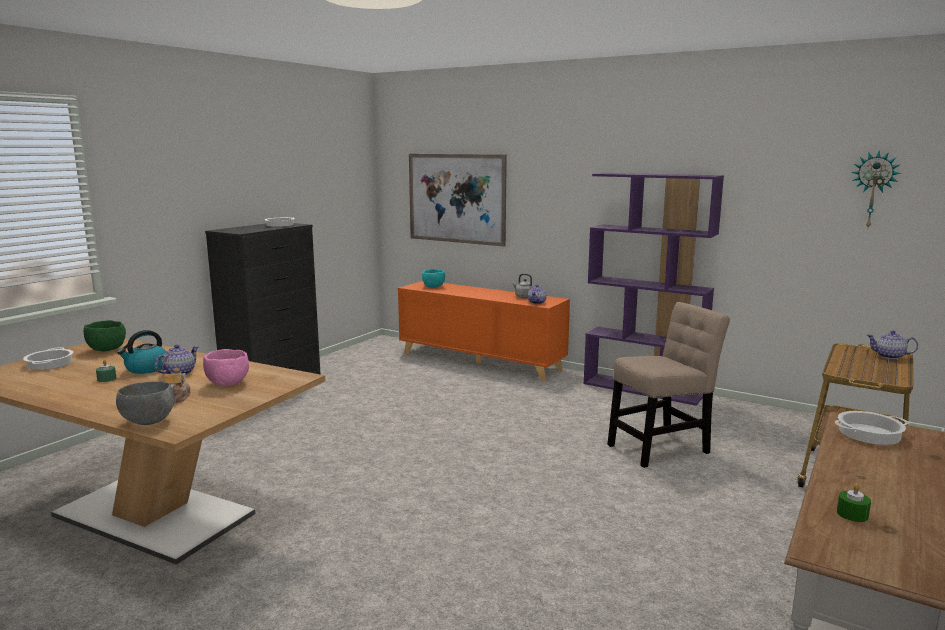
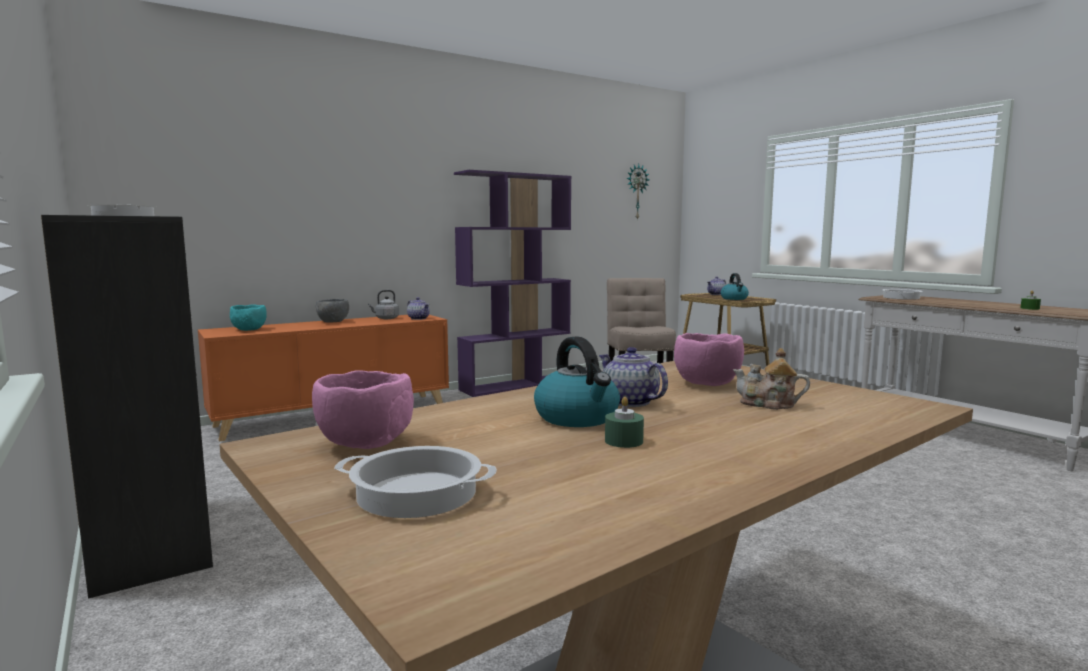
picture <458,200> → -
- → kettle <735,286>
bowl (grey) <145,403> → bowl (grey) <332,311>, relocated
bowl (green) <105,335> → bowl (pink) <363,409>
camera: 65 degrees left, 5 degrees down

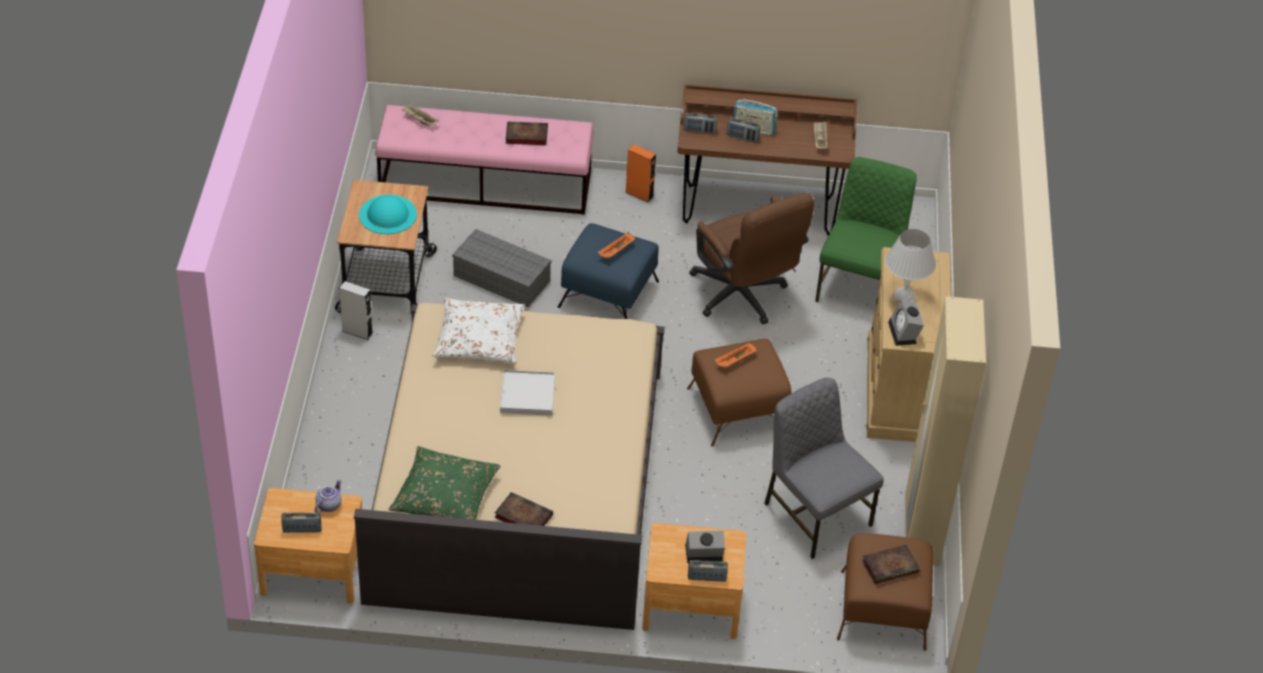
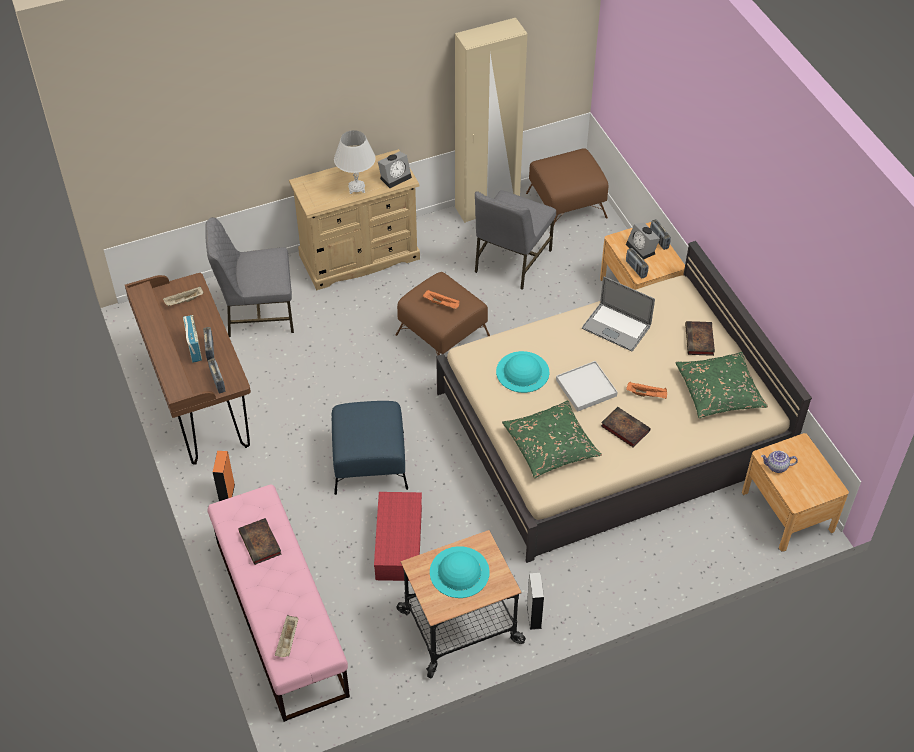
office chair (brown) <751,258> → -
- → hat (turquoise) <522,372>
- → laptop <618,314>
radio <301,523> → radio <637,263>, relocated
tray (orange) <616,245> → tray (orange) <646,390>, relocated
book <891,564> → book <626,427>, relocated
pillow (white) <479,330> → pillow (green) <552,439>
storage box (grey) <501,268> → storage box (red) <398,536>
chair (green) <866,229> → chair (grey) <249,277>
camera: 115 degrees left, 5 degrees up

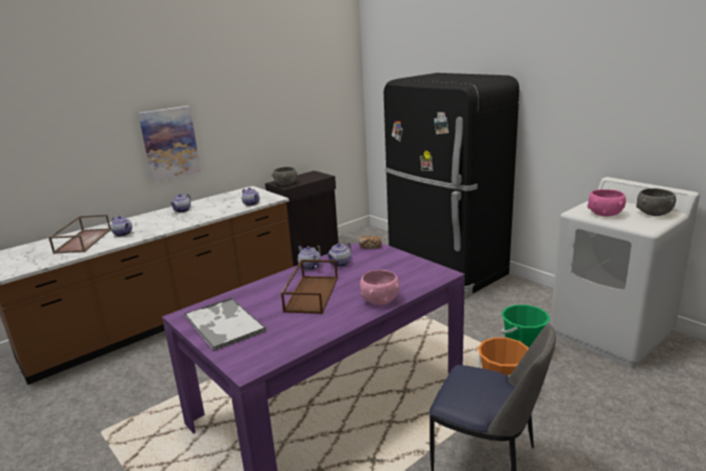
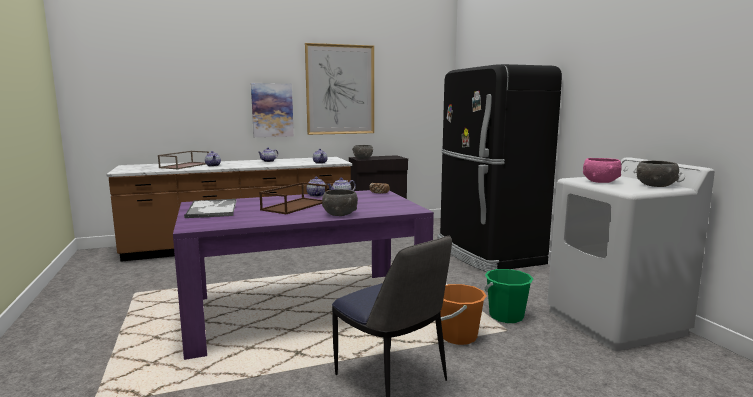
- → picture <339,89>
bowl (pink) <379,287> → bowl (grey) <340,202>
camera: 20 degrees right, 10 degrees down

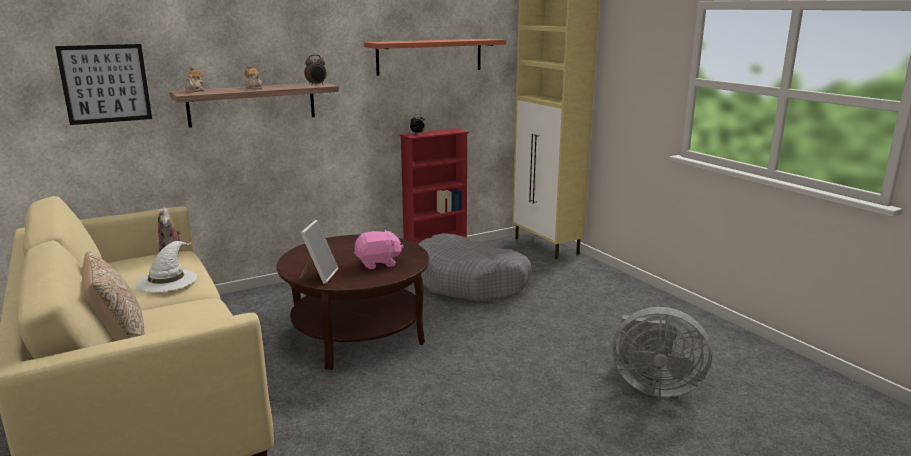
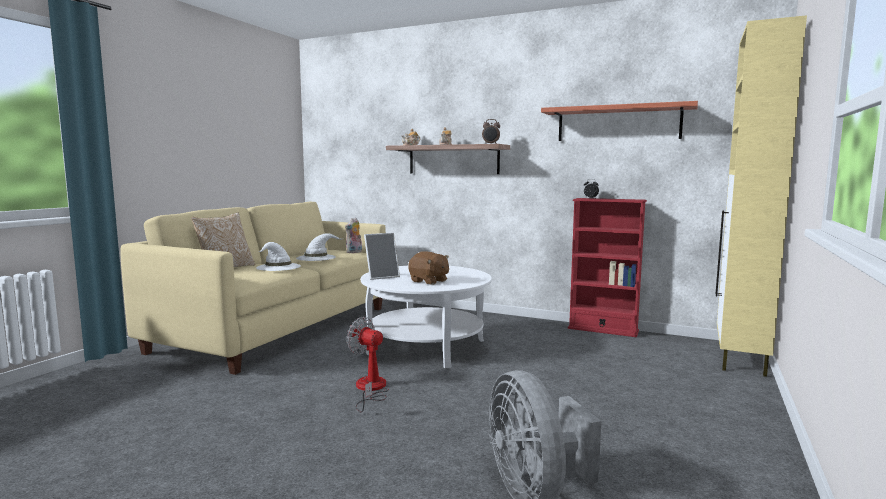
picture <103,84> → -
dog bed (grey) <475,267> → -
- → hat (white) <278,256>
- → fan <368,364>
coffee table (brown) <353,302> → coffee table (white) <426,317>
plush toy (pink) <379,249> → plush toy (brown) <428,268>
camera: 55 degrees right, 10 degrees down

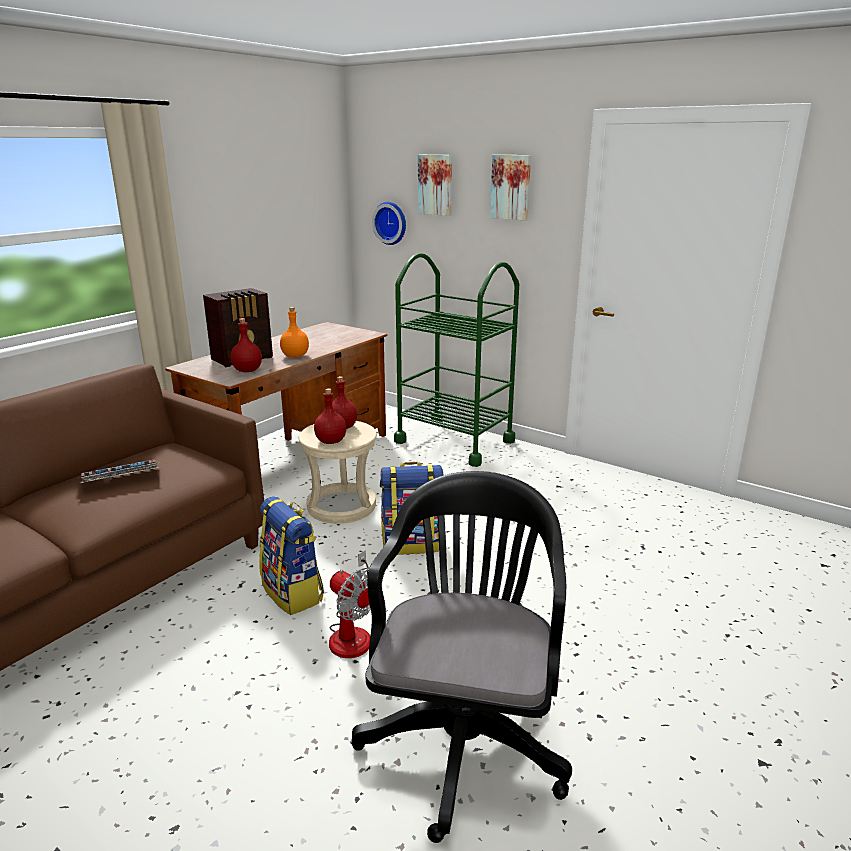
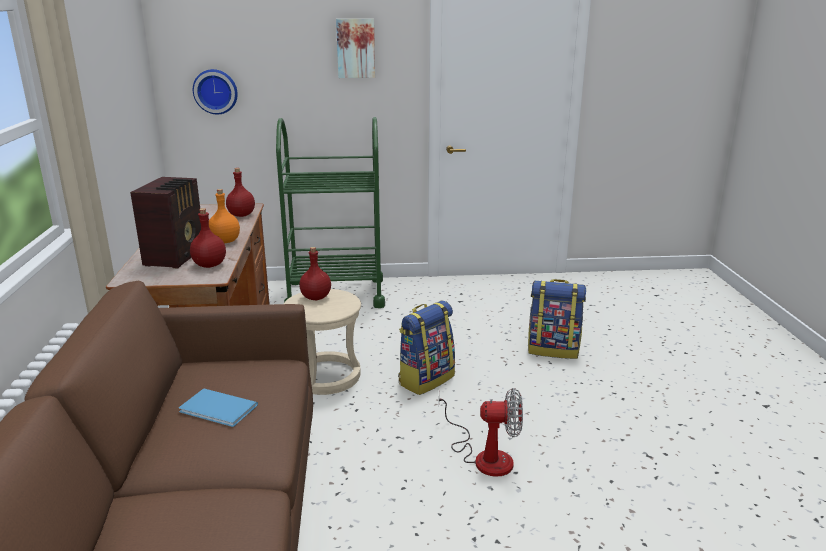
office chair (black) <461,657> → -
picture <435,185> → -
backpack <291,555> → backpack <557,319>, relocated
bottle (red) <330,416> → bottle (red) <240,192>, relocated
keyboard <119,471> → book (blue) <218,408>
camera: 40 degrees left, 0 degrees up

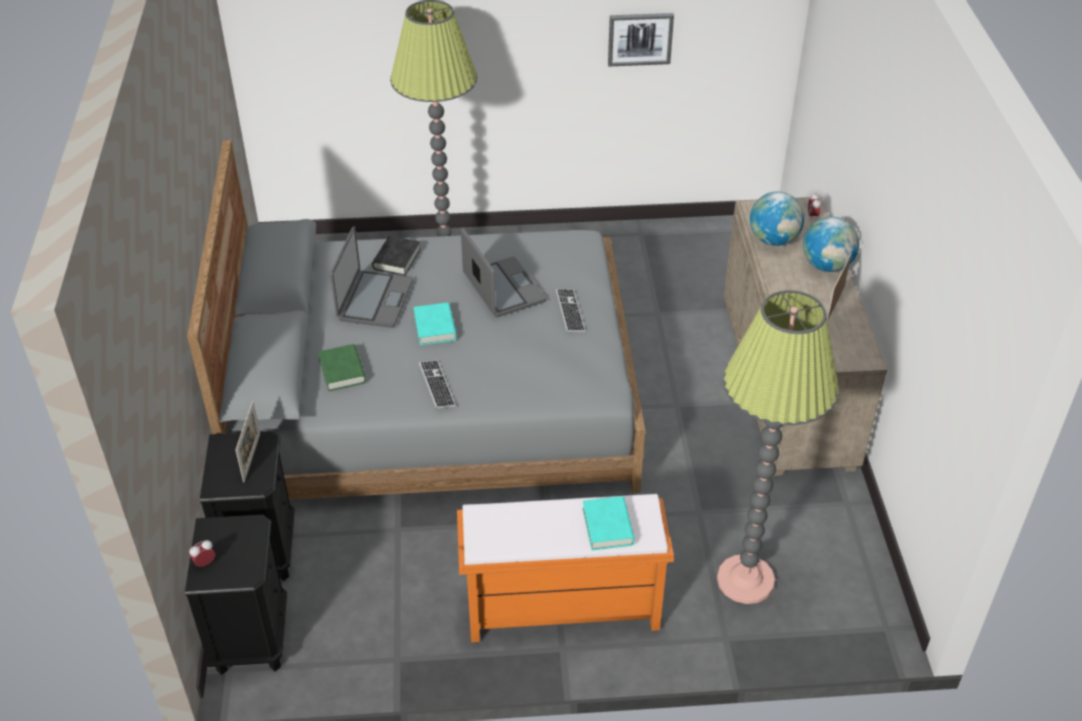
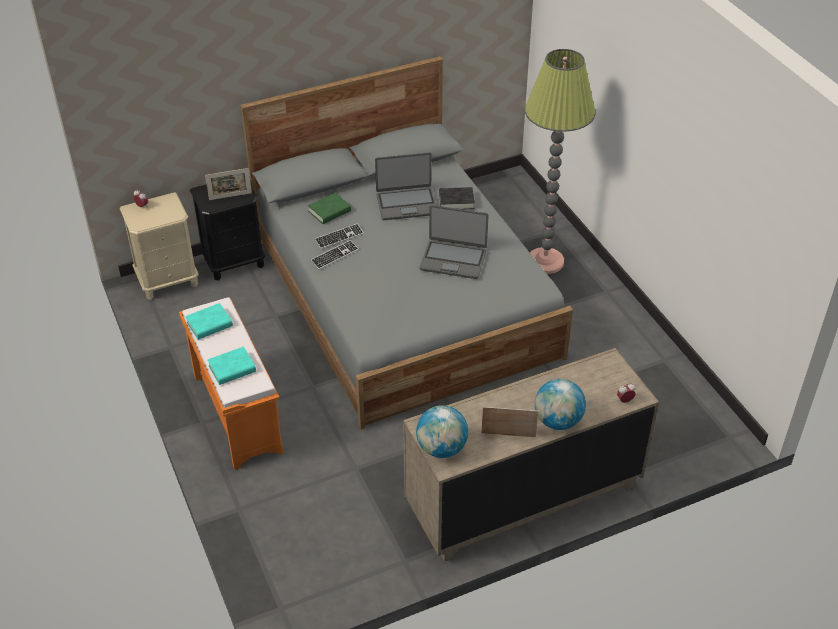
picture <641,39> → -
floor lamp <778,447> → -
book (turquoise) <435,324> → book (turquoise) <209,321>, relocated
keyboard <570,310> → keyboard <339,236>, relocated
globe <777,219> → globe <442,431>, relocated
nightstand (black) <236,595> → nightstand (beige) <159,246>
laptop <503,272> → laptop <454,242>, 60 degrees clockwise
camera: 70 degrees right, 0 degrees up

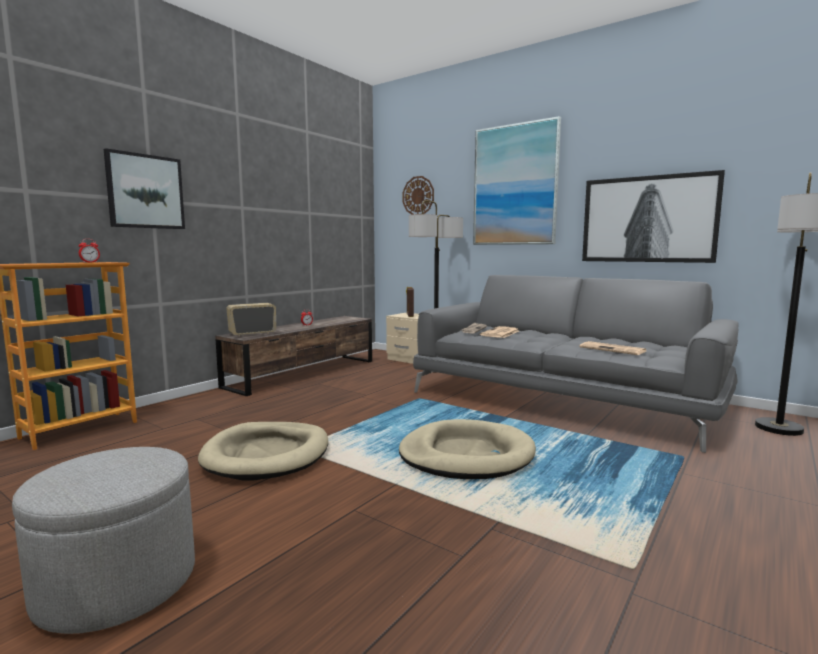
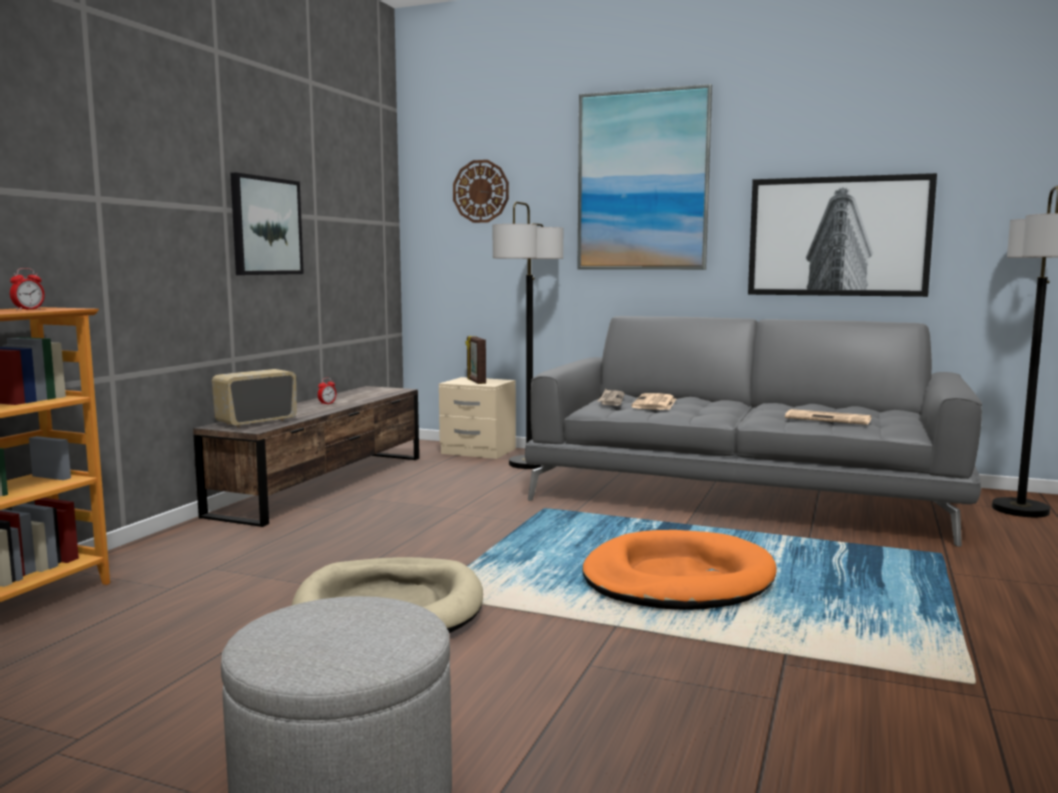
picture <144,188> → picture <267,223>, relocated
dog bed (beige) <467,449> → dog bed (orange) <679,570>
camera: 15 degrees left, 0 degrees up

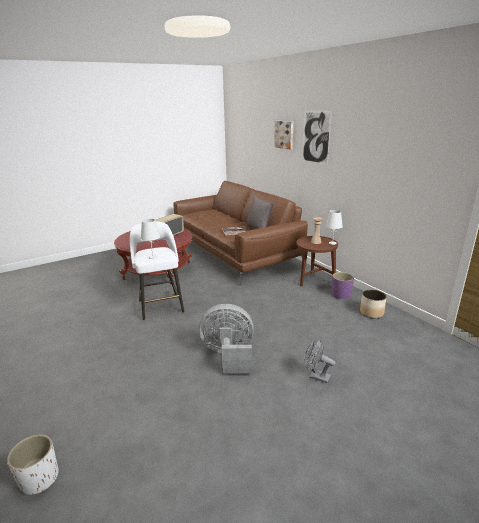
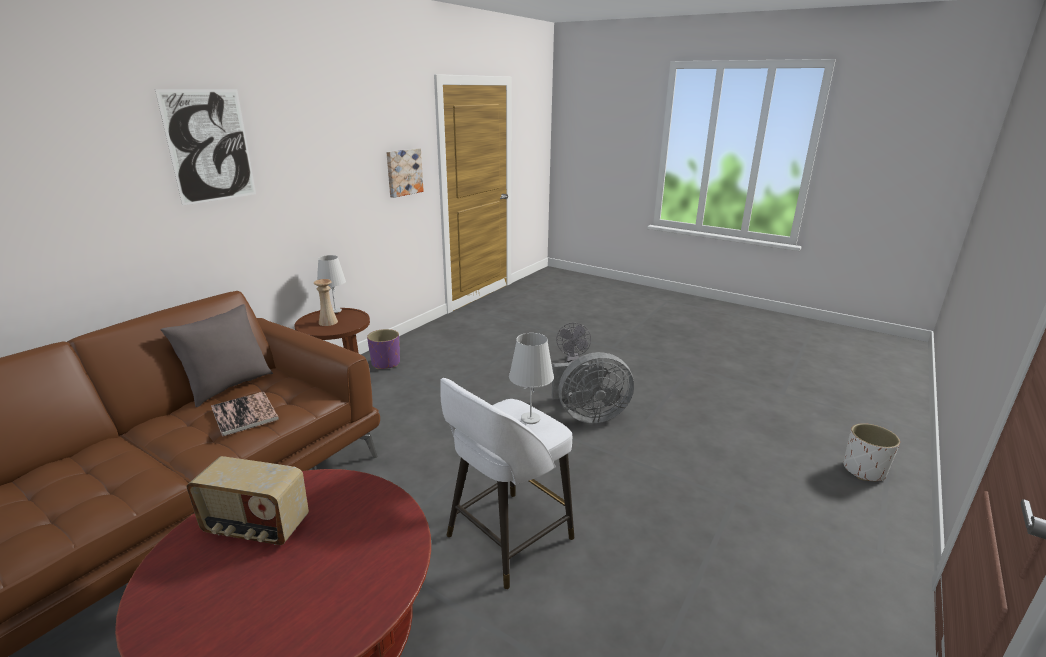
planter <373,304> → -
picture <283,135> → picture <405,173>, relocated
fan (grey) <226,339> → fan (grey) <593,387>, 75 degrees counterclockwise
camera: 115 degrees left, 0 degrees up

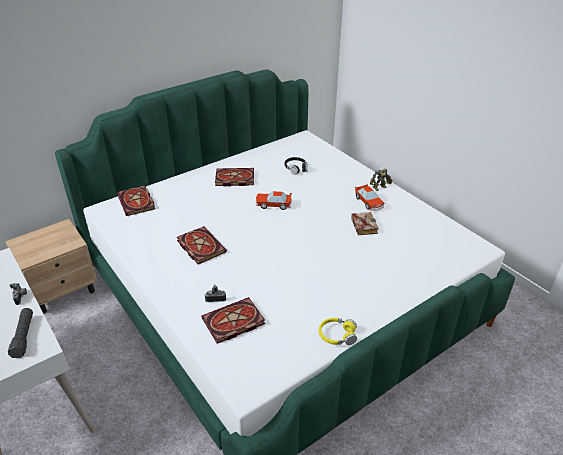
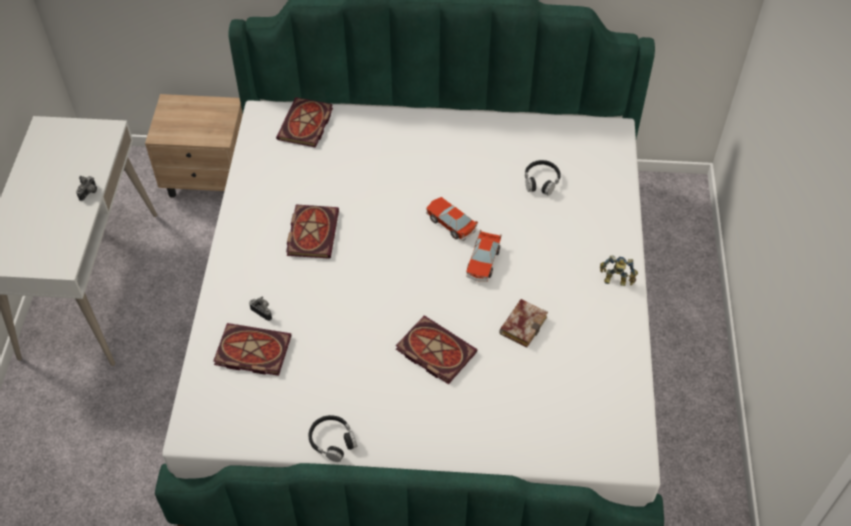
flashlight (black) <20,333> → -
book <234,177> → book <437,349>, relocated
toy car <369,197> → toy car <483,256>, relocated
headphones (yellow) <338,331> → headphones (black) <333,438>
camera: 40 degrees right, 15 degrees up

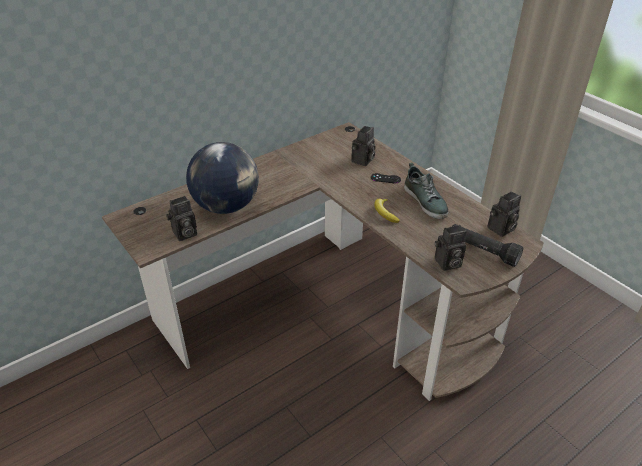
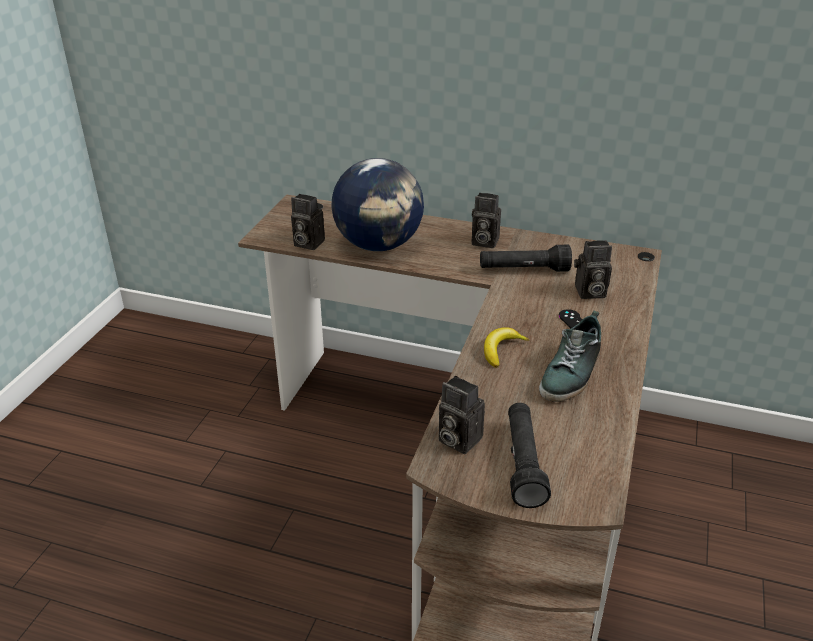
- → flashlight (black) <526,258>
photo camera <504,214> → photo camera <486,220>, relocated
camera: 55 degrees right, 5 degrees down

